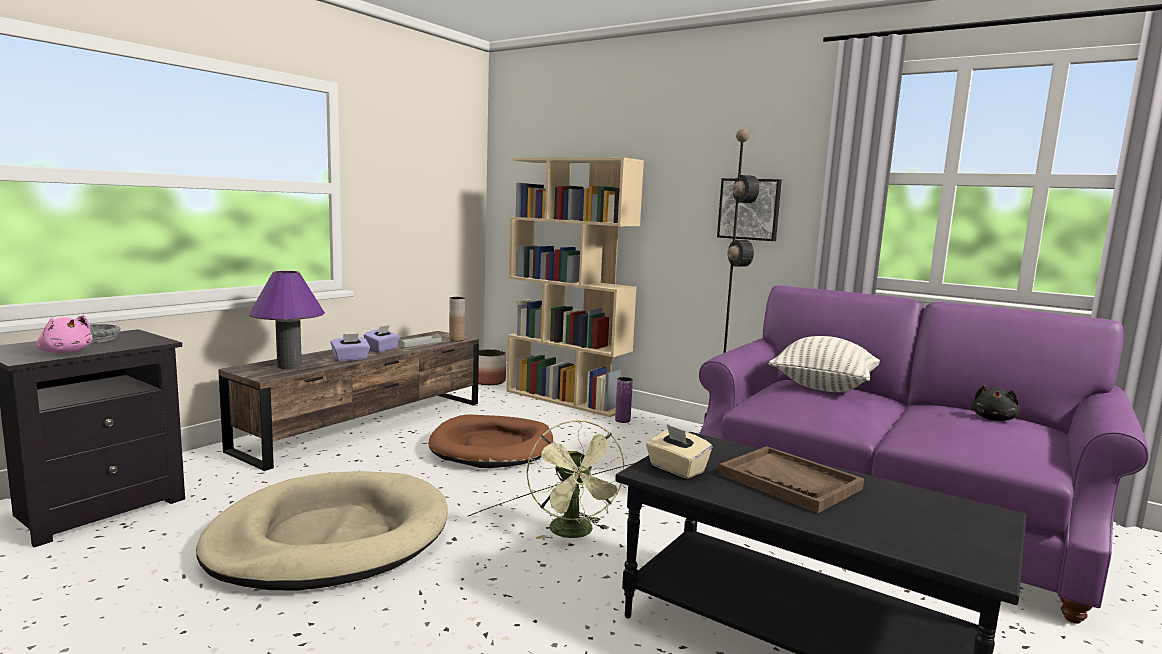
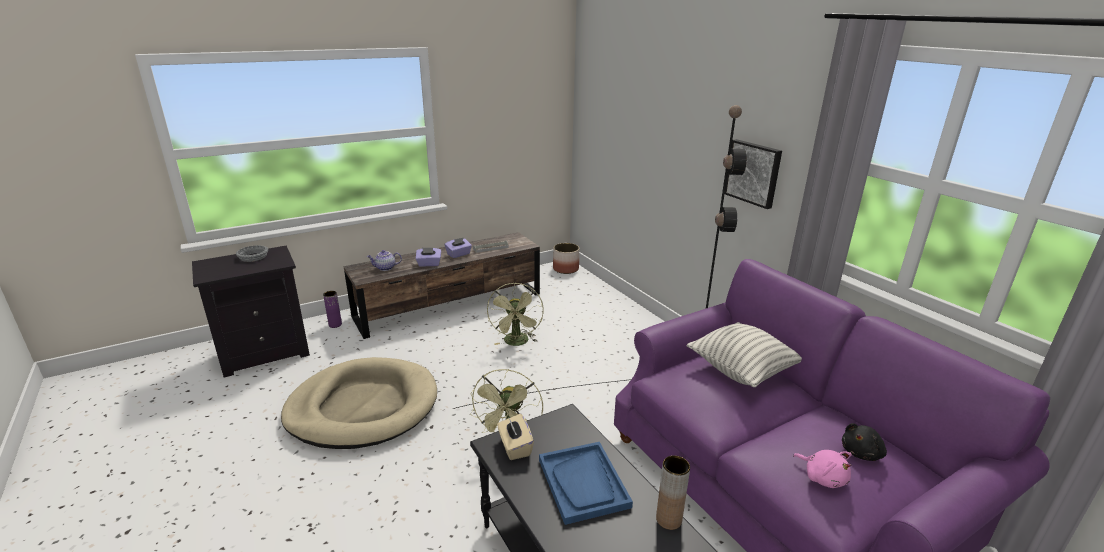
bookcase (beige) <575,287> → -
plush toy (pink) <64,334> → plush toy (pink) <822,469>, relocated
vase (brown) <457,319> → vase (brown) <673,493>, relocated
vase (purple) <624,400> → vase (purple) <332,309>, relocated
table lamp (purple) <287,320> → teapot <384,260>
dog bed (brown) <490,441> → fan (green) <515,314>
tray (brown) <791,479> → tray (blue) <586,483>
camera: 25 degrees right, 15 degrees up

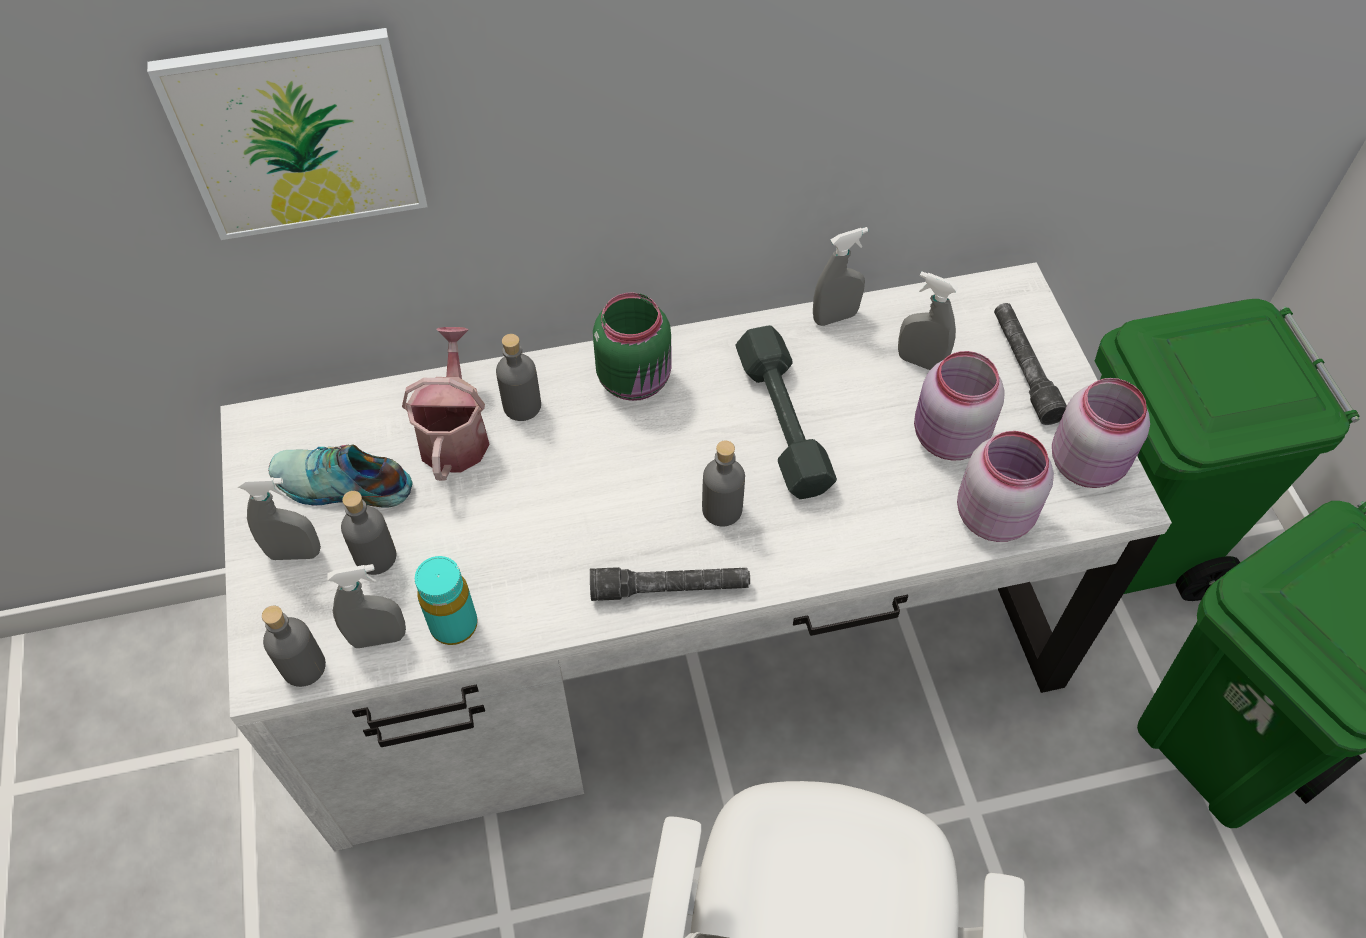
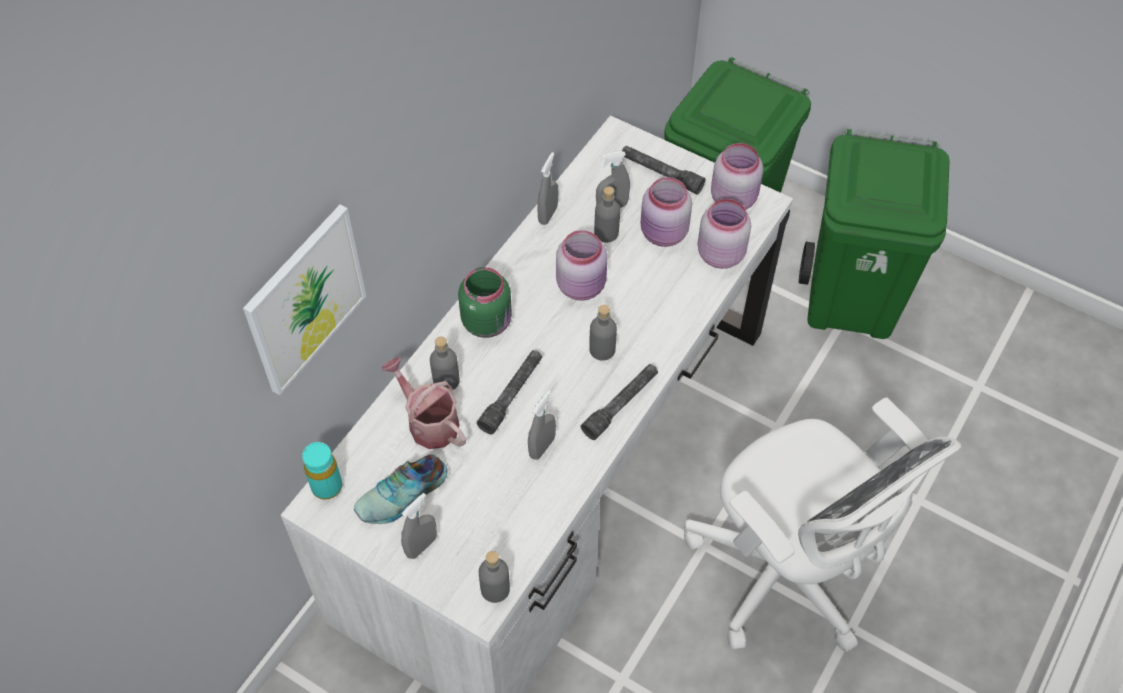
- → flashlight (grey) <509,392>
spray bottle (grey) <366,606> → spray bottle (grey) <542,425>, relocated
bottle (grey) <368,533> → bottle (grey) <607,214>, relocated
bottle (turquoise) <446,600> → bottle (turquoise) <322,471>, relocated
dumbbell (grey) <786,412> → jar (pink) <581,265>
camera: 45 degrees left, 0 degrees up

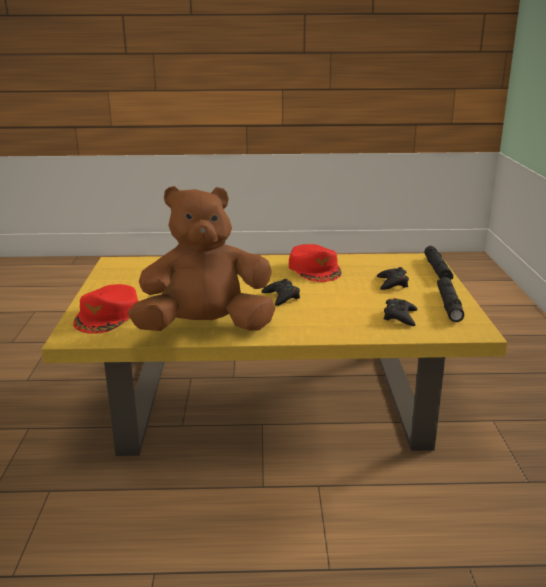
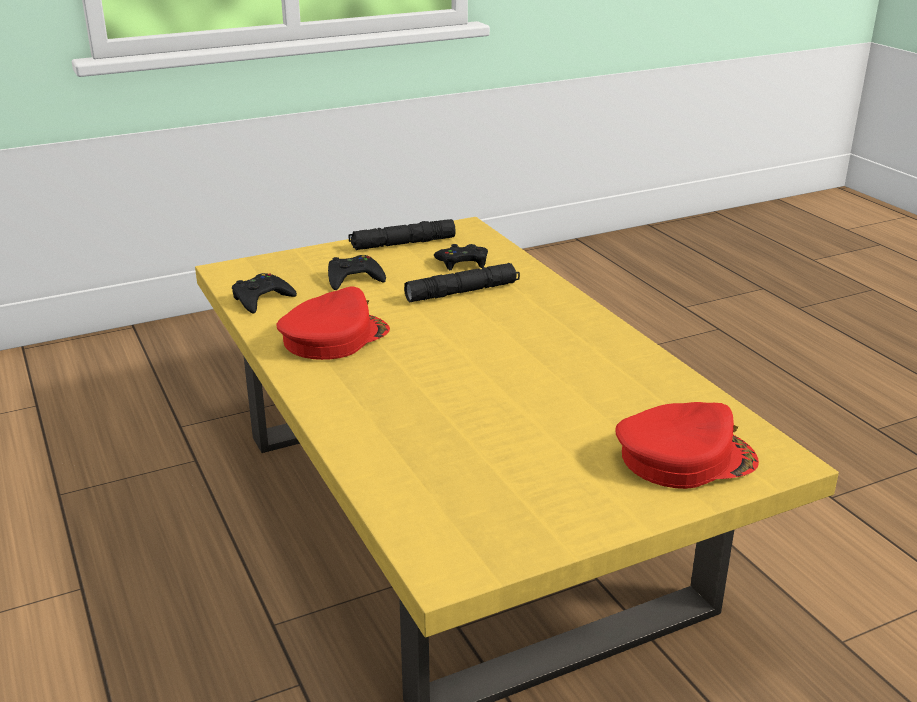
plush toy (brown) <201,258> → -
game controller (black) <281,292> → game controller (black) <264,293>, relocated
flashlight (black) <438,263> → flashlight (black) <462,283>, relocated
camera: 115 degrees left, 5 degrees up

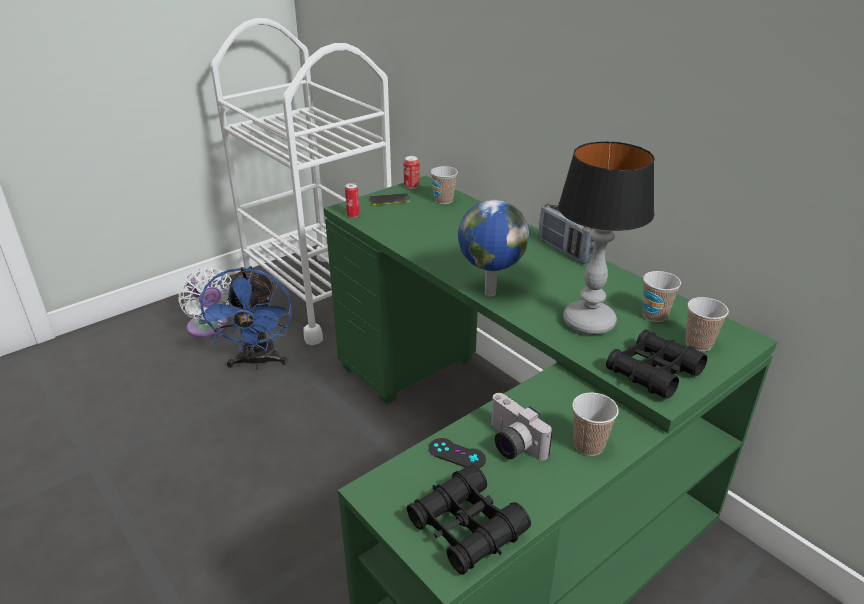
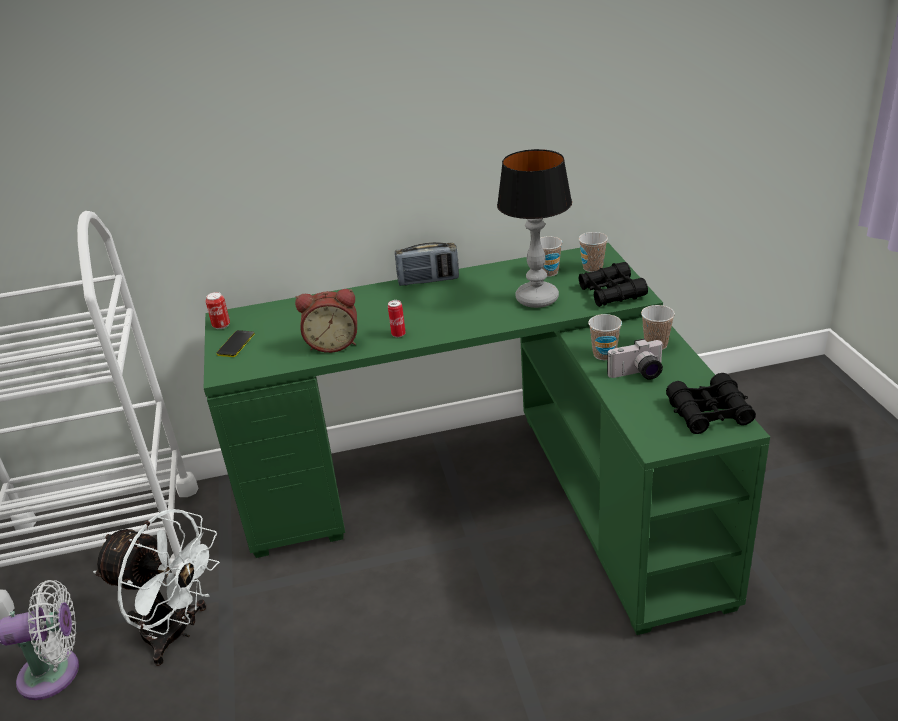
game controller (black) <457,453> → -
globe <493,248> → -
- → alarm clock <326,321>
can <352,200> → can <397,318>, relocated
cup <444,185> → cup <605,337>, relocated
fan (blue) <245,317> → fan (white) <156,587>
camera: 60 degrees left, 0 degrees up

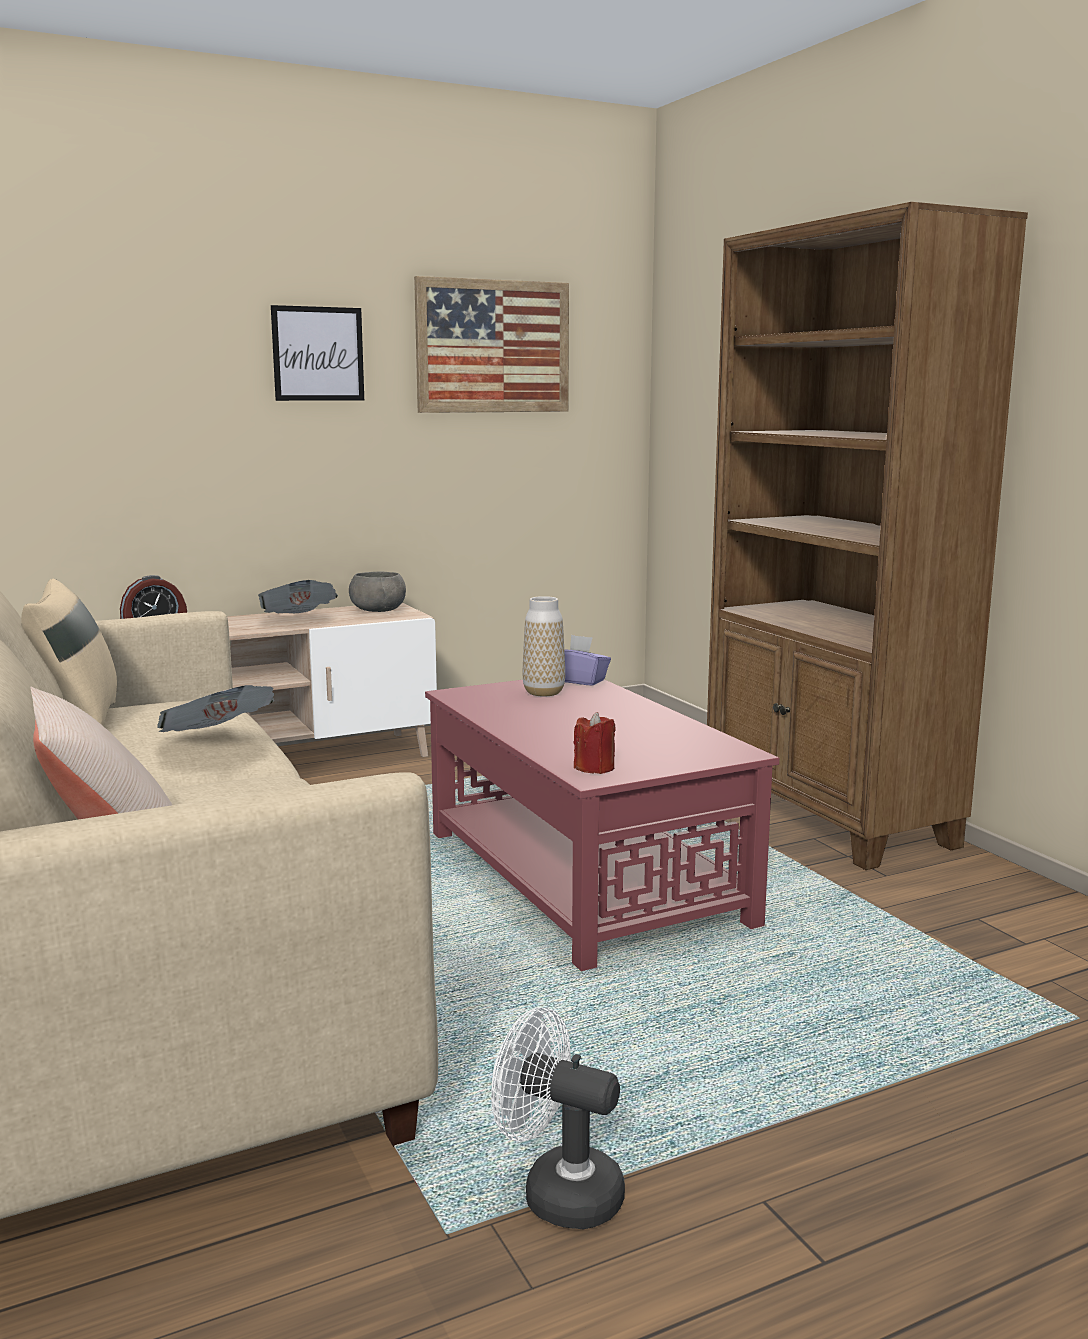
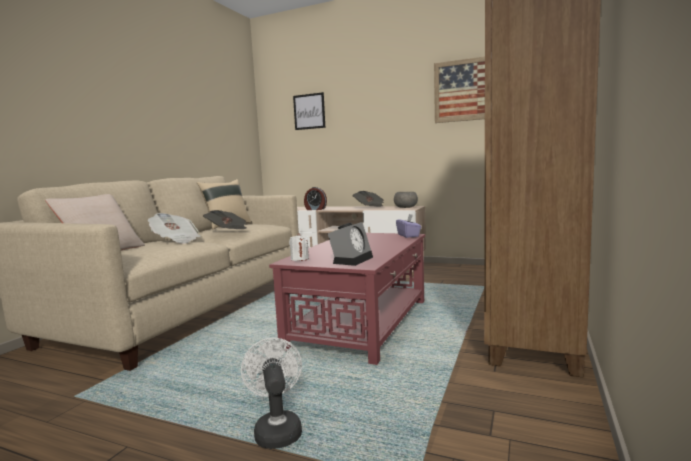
vase <544,646> → -
- → newspaper <174,228>
- → alarm clock <350,244>
picture <317,353> → picture <309,111>, relocated
fan (white) <558,1118> → fan (white) <271,393>, relocated
candle (red) <595,743> → candle (white) <299,247>
camera: 50 degrees right, 5 degrees down

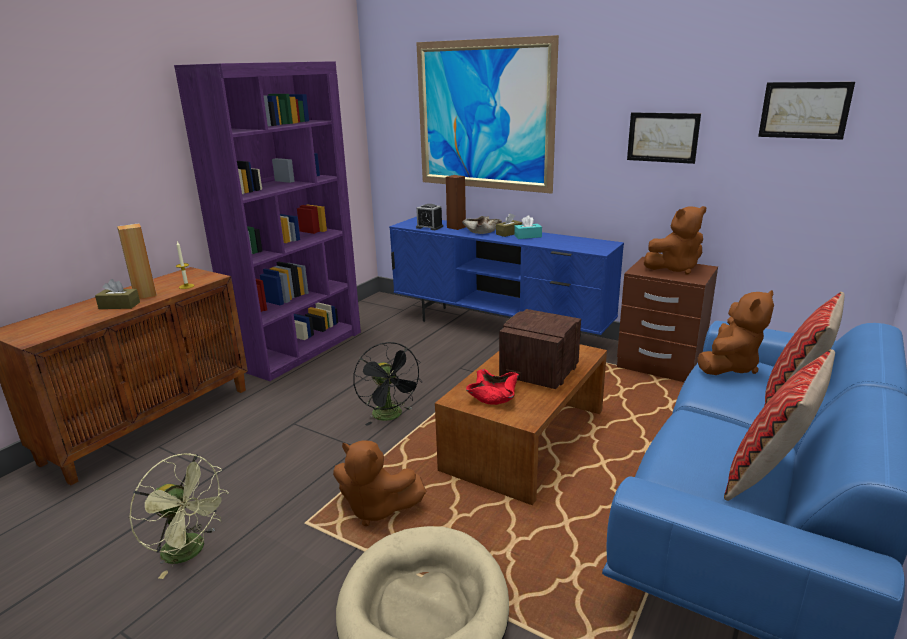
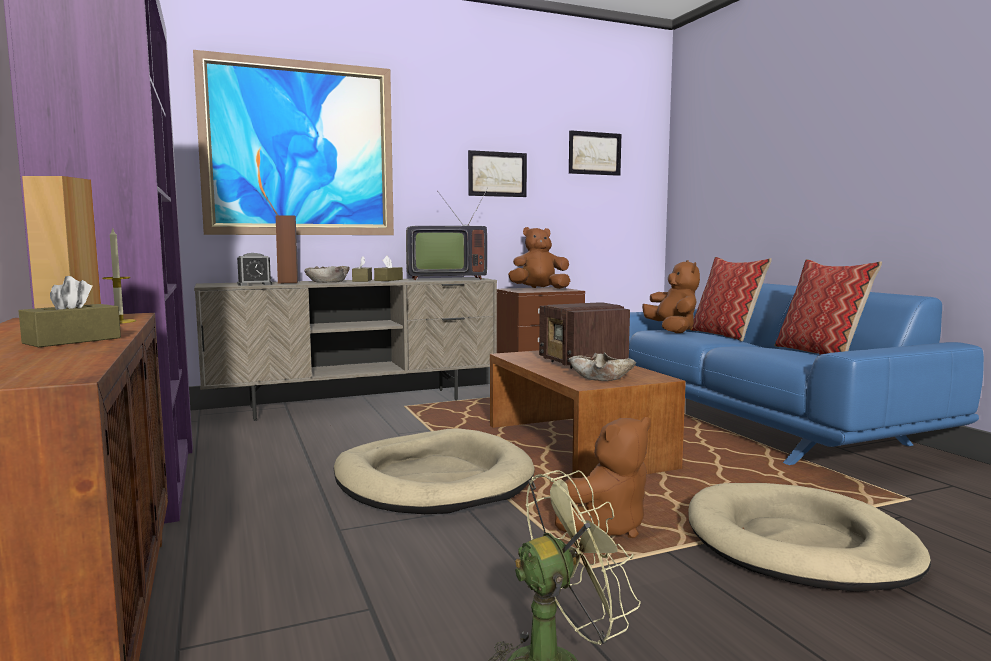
- → television <447,233>
fan (black) <387,384> → dog bed (beige) <434,471>
tv stand (blue) <506,276> → tv stand (beige) <345,349>
bowl (red) <492,387> → bowl (beige) <602,366>
tissue box (turquoise) <528,227> → tissue box (brown) <388,268>
plush toy (brown) <675,240> → plush toy (brown) <539,258>, 120 degrees counterclockwise
camera: 55 degrees left, 15 degrees down

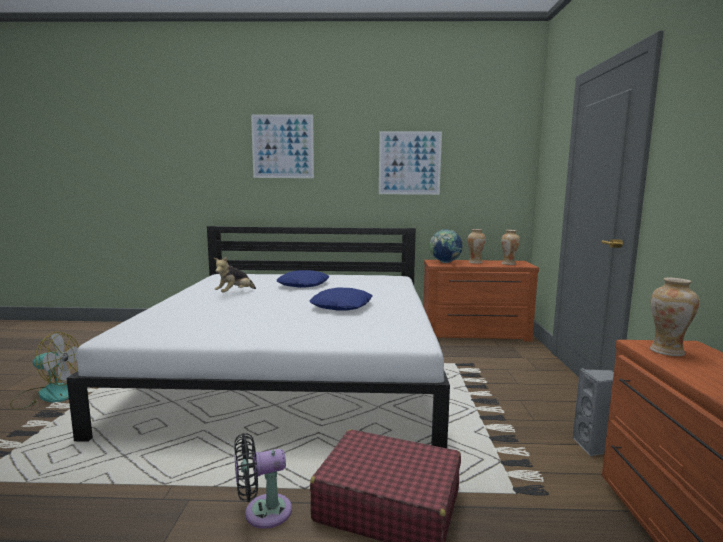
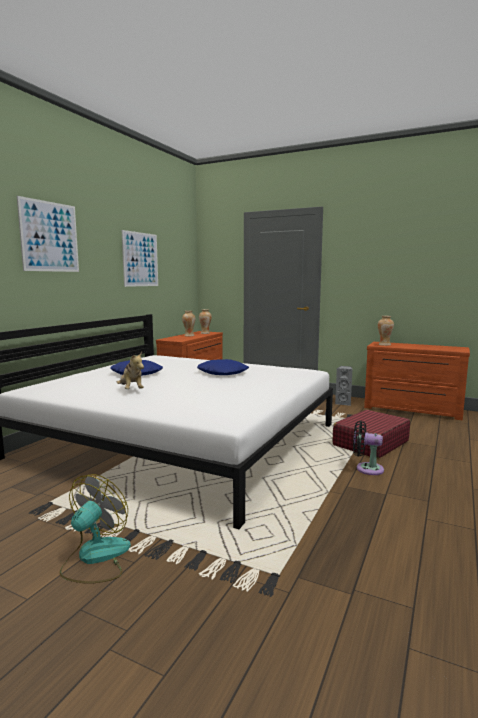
globe <446,246> → -
fan (black) <263,481> → fan (black) <368,448>, 105 degrees clockwise
camera: 65 degrees left, 0 degrees up

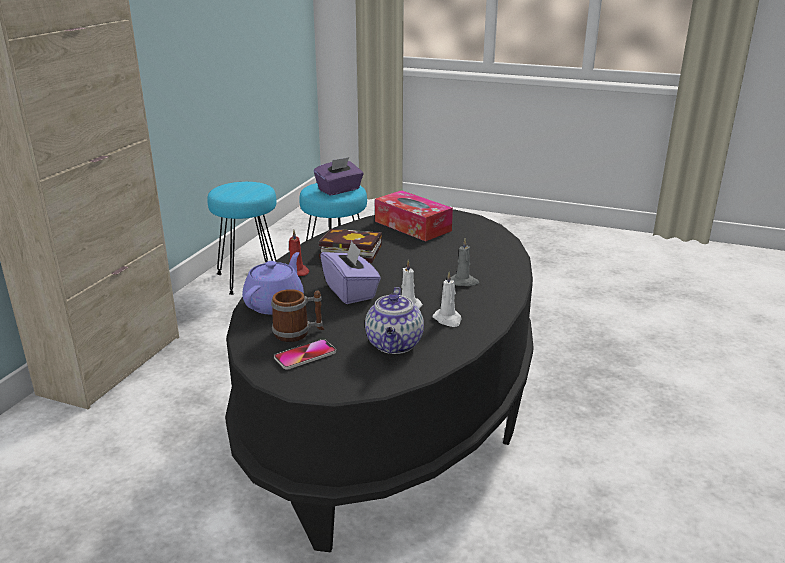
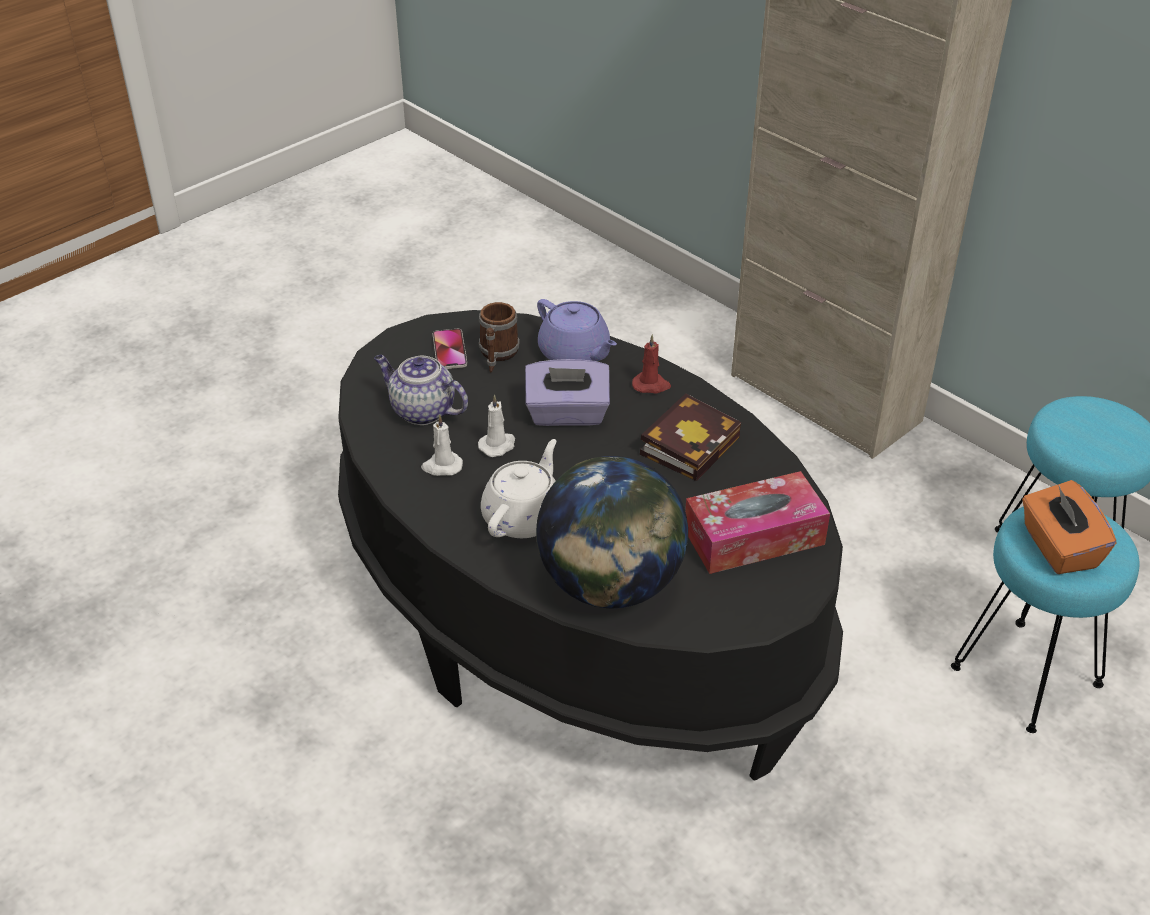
- → globe <612,532>
candle (grey) <464,262> → teapot (white) <518,488>
tissue box (purple) <339,176> → tissue box (orange) <1069,527>
camera: 115 degrees right, 15 degrees up

